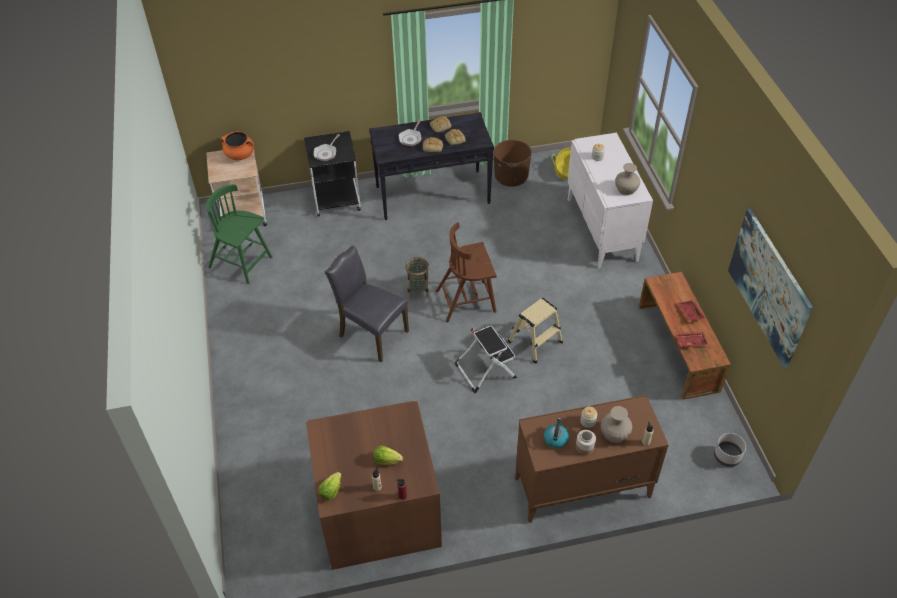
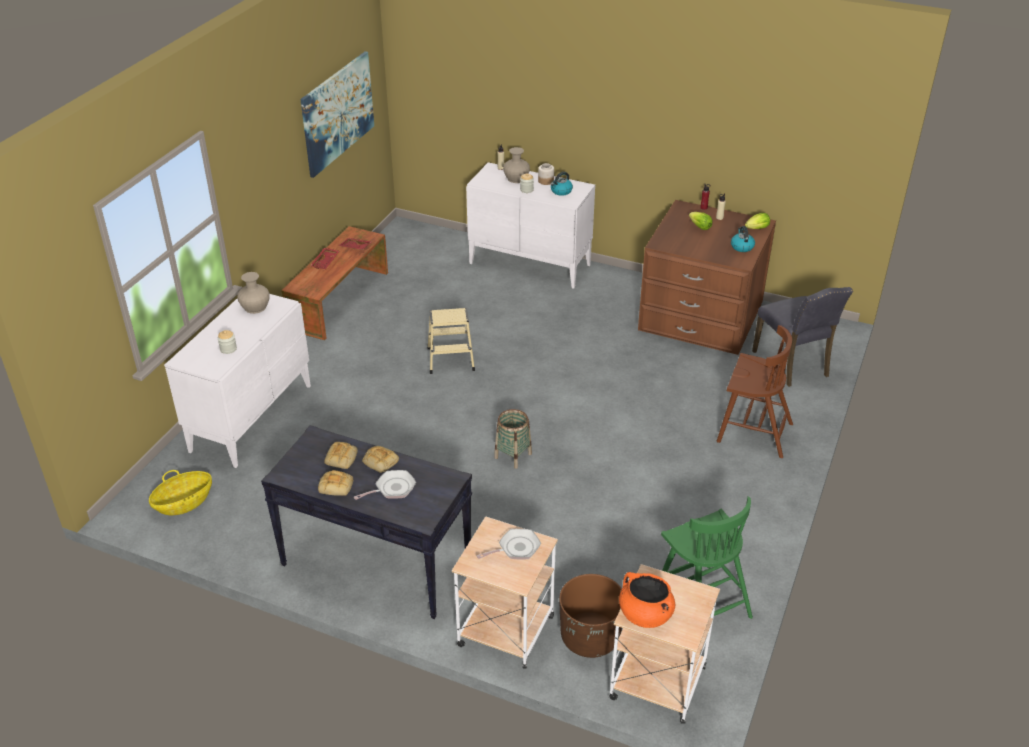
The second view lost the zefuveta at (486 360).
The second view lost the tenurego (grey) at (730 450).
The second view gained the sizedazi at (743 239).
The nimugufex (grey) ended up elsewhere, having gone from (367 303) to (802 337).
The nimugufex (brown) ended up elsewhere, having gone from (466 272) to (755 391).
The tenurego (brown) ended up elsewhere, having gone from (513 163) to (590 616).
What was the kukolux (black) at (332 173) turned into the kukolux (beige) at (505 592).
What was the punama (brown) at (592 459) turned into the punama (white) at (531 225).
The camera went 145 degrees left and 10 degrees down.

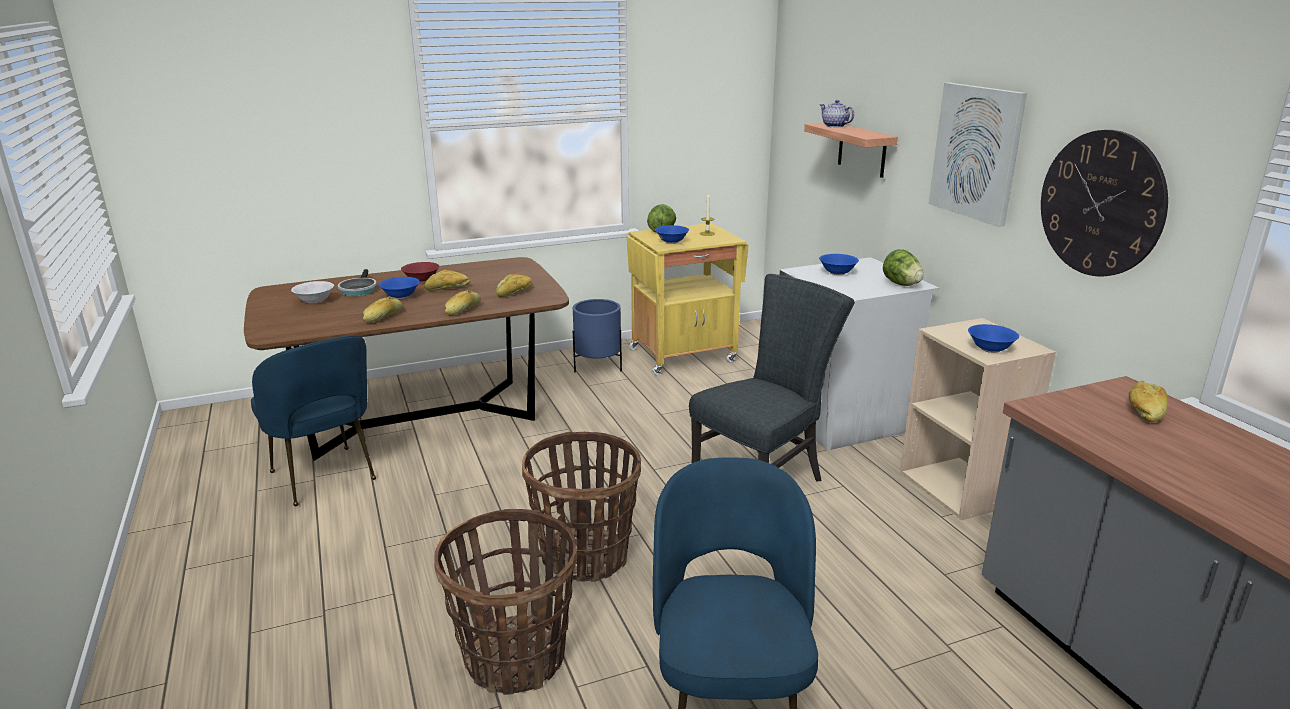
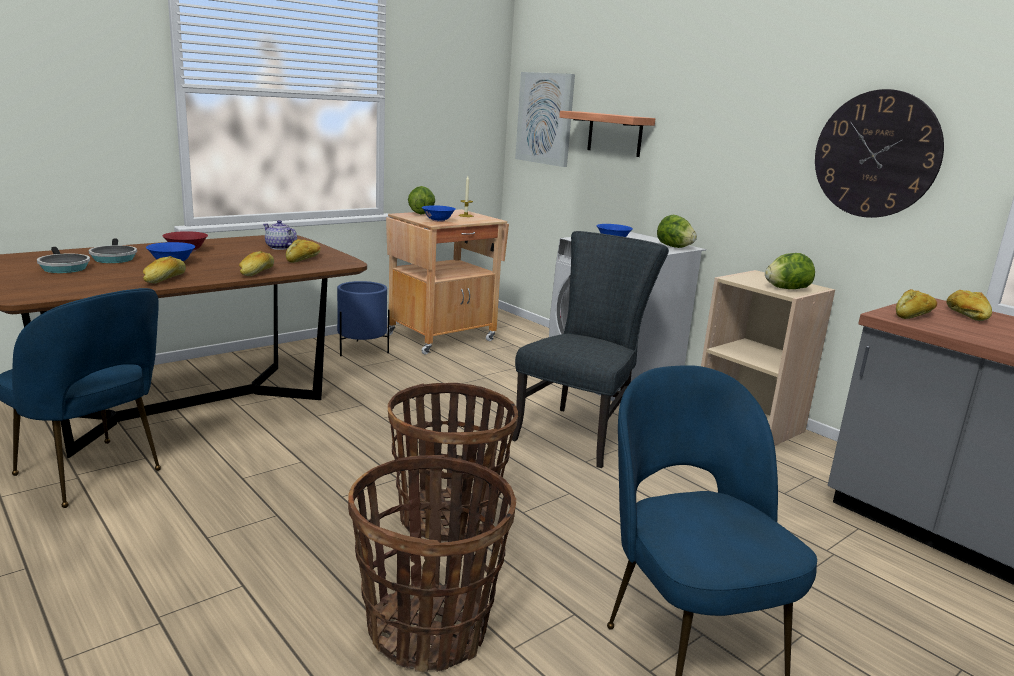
The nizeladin ended up elsewhere, having gone from (447 280) to (916 304).
The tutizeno ended up elsewhere, having gone from (837 113) to (280 235).
The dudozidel ended up elsewhere, having gone from (978 155) to (545 119).
Where the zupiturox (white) stood at (312 292), the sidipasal came to stand at (63 260).
Where the zupiturox (blue) stood at (993 338), the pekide came to stand at (790 271).
What was the kukolux (yellow) at (688 299) turned into the kukolux (brown) at (447 282).
The camera went 20 degrees left and 5 degrees down.

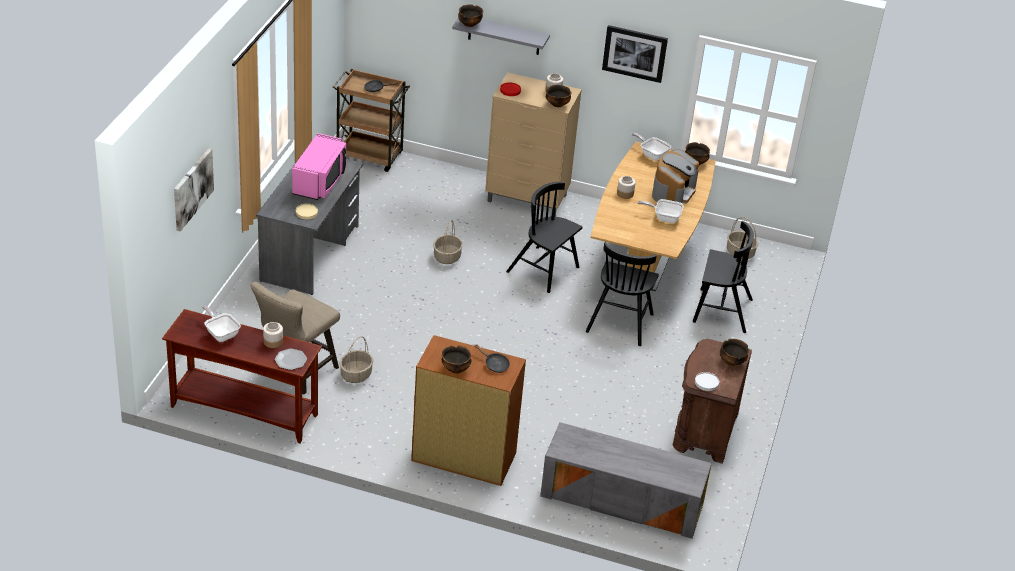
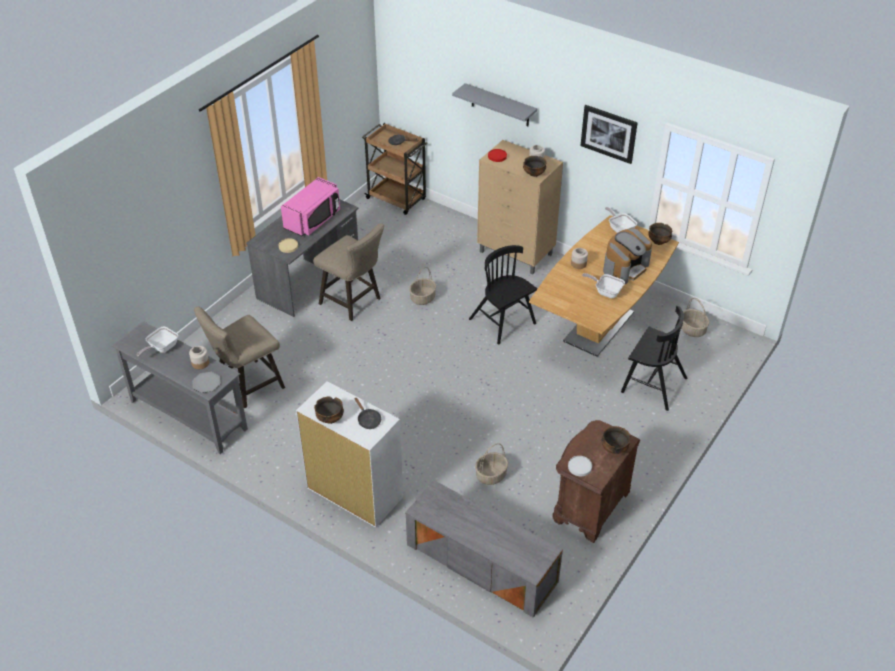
The second view lost the dudozidel at (194 190).
The second view lost the zupiturox at (470 15).
The second view lost the nimugufex (black) at (622 293).
The second view gained the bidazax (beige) at (348 272).
The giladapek ended up elsewhere, having gone from (356 359) to (491 464).
What was the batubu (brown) at (242 376) turned into the batubu (grey) at (180 387).
What was the punama (brown) at (468 410) turned into the punama (white) at (349 454).
The sidipasal at (221 323) ended up facing another way, 120 degrees counterclockwise from before.
The camera went 20 degrees right and 5 degrees up.

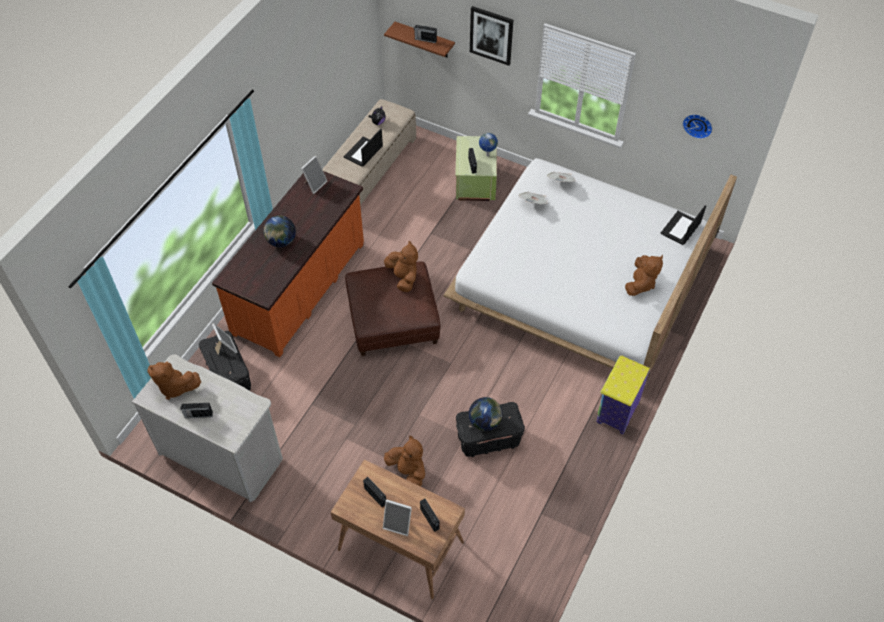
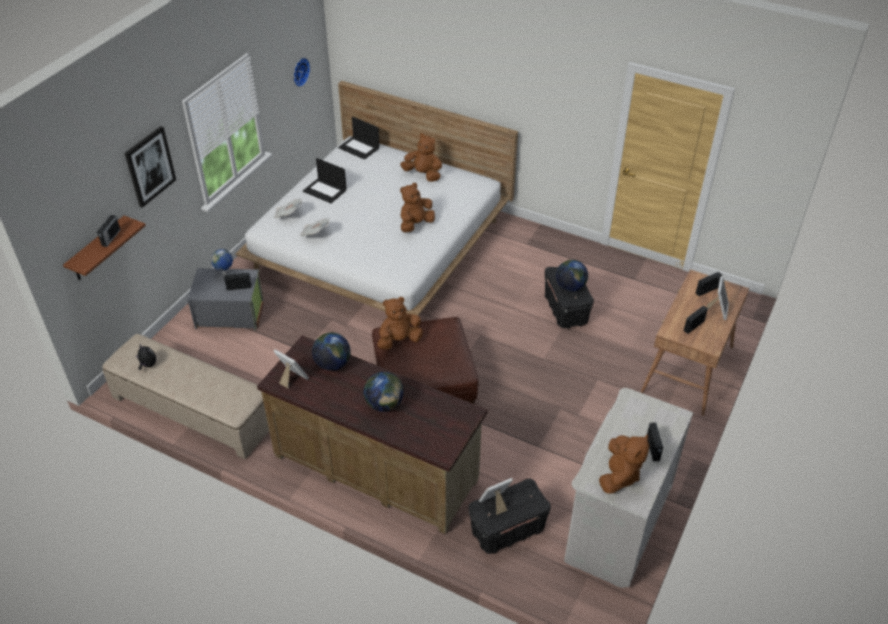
The second view lost the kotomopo at (623 395).
The second view gained the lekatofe at (331 351).
The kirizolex ended up elsewhere, having gone from (363 148) to (325 180).
The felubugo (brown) ended up elsewhere, having gone from (404 461) to (417 208).
What was the punama (orange) at (288 264) turned into the punama (beige) at (372 434).
What was the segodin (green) at (476 168) turned into the segodin (grey) at (225 299).
The camera went 90 degrees left and 10 degrees down.

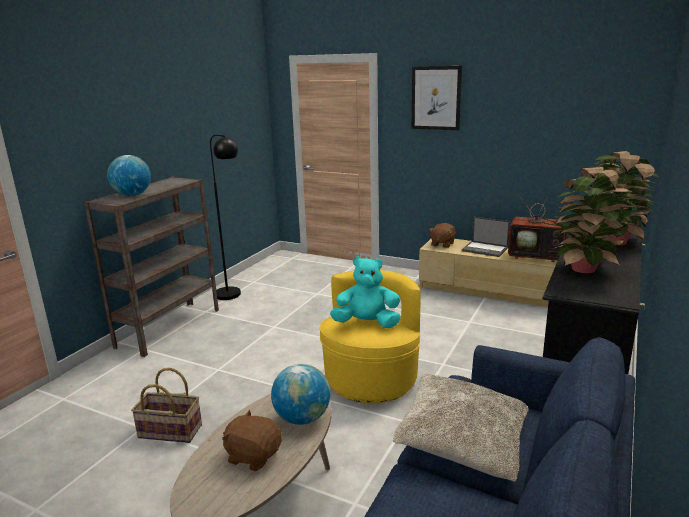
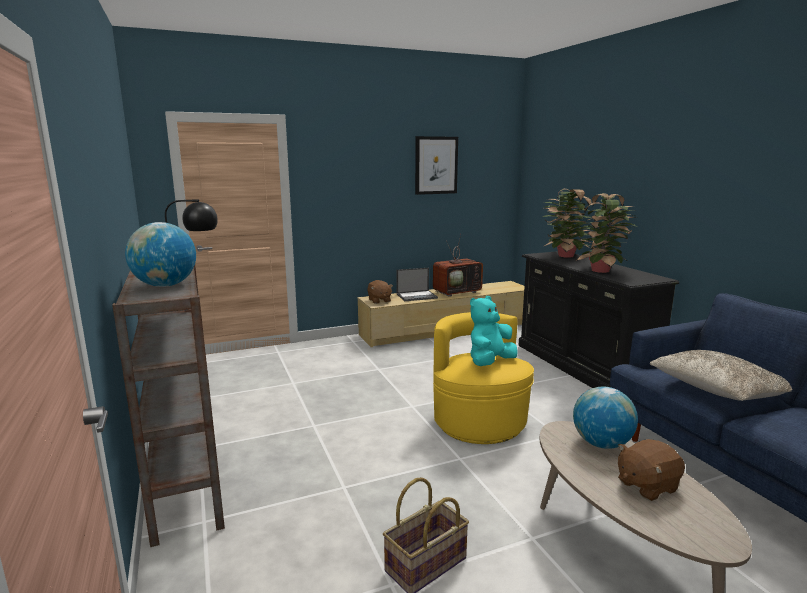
The dudozidel ended up elsewhere, having gone from (437 98) to (436 165).
The camera went 50 degrees left and 5 degrees down.

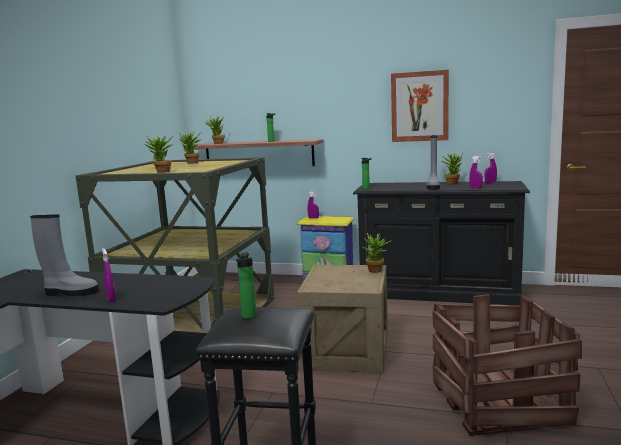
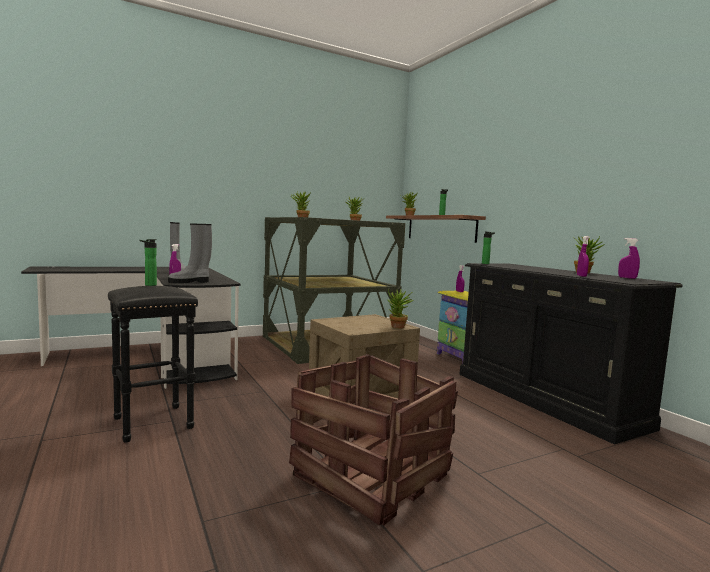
The second view lost the dudozidel at (420 106).
The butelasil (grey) ended up elsewhere, having gone from (433 162) to (190 253).
The camera went 45 degrees right and 5 degrees down.

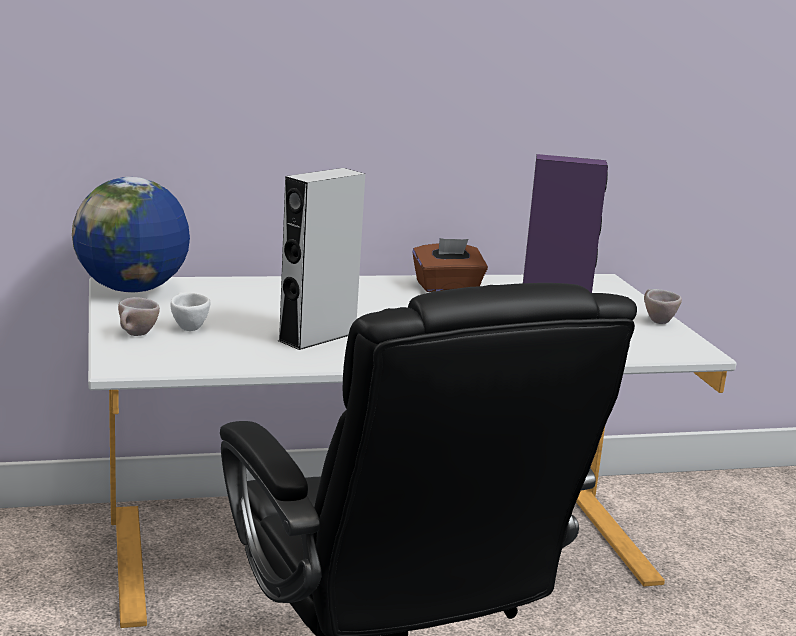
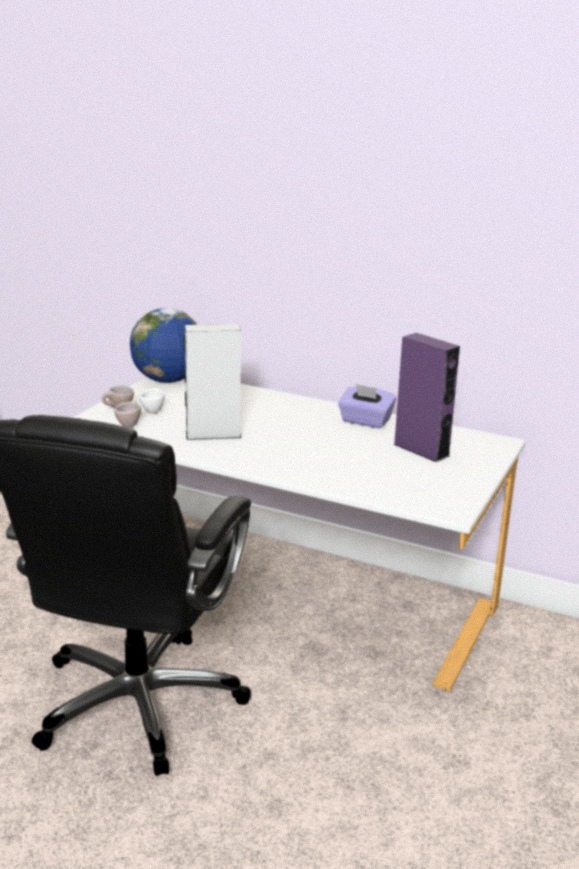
The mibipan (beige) ended up elsewhere, having gone from (663 306) to (127 414).
What was the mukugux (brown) at (450 265) turned into the mukugux (purple) at (367 406).
The camera went 40 degrees right and 5 degrees up.

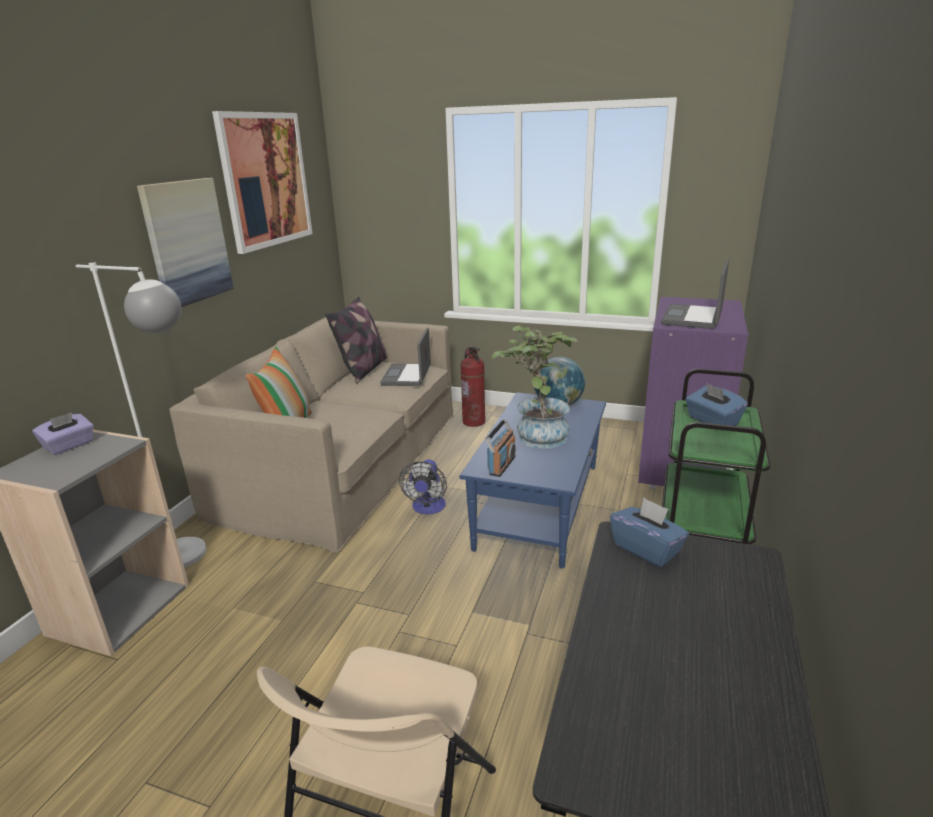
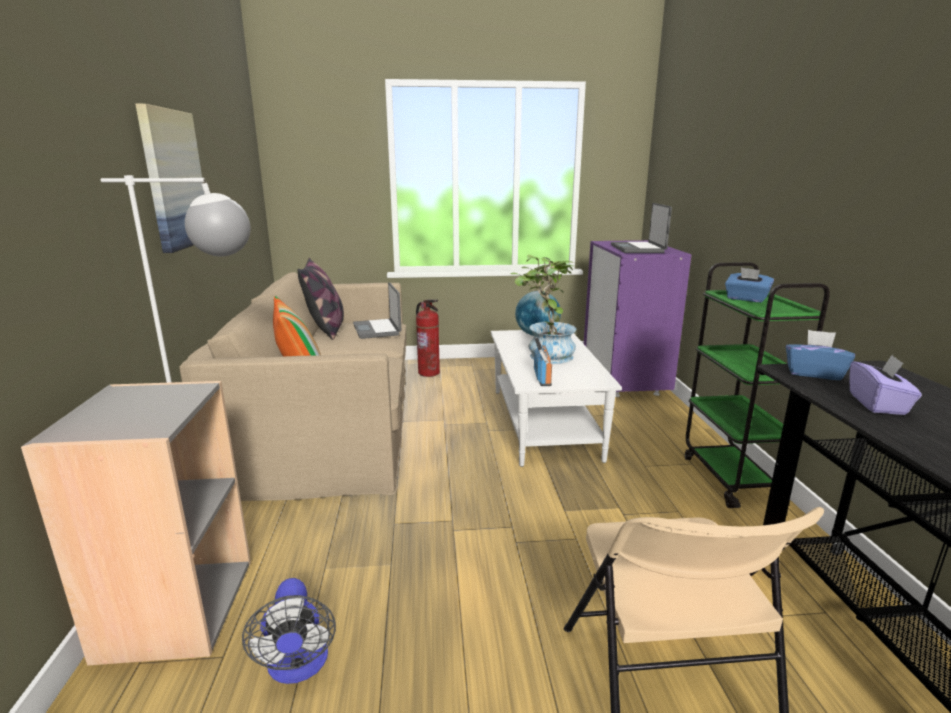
The second view lost the dudozidel at (262 182).
The mukugux (purple) ended up elsewhere, having gone from (63 433) to (885 385).
The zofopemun ended up elsewhere, having gone from (423 486) to (289 631).
What was the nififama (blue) at (532 481) turned into the nififama (white) at (556 398).
The camera went 25 degrees left and 5 degrees down.

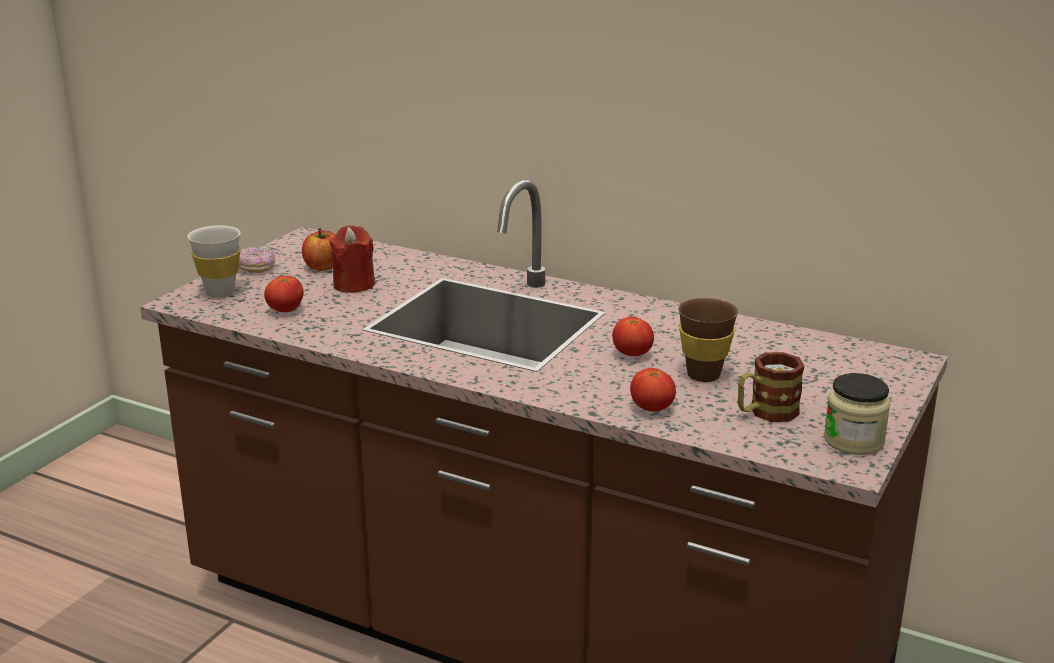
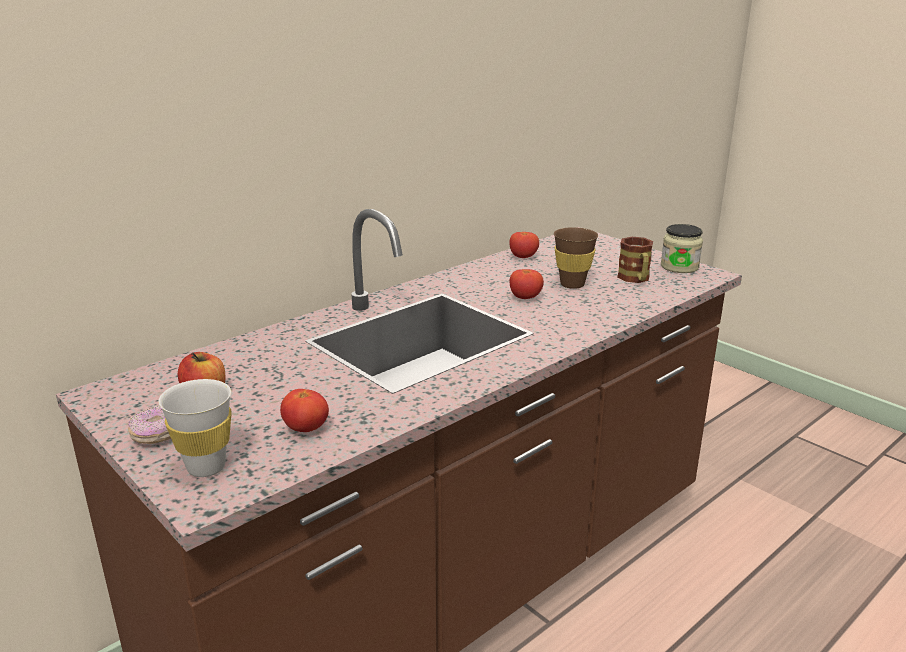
The second view lost the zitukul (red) at (352 259).
The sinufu ended up elsewhere, having gone from (653 389) to (524 245).
The camera went 70 degrees left and 0 degrees up.

